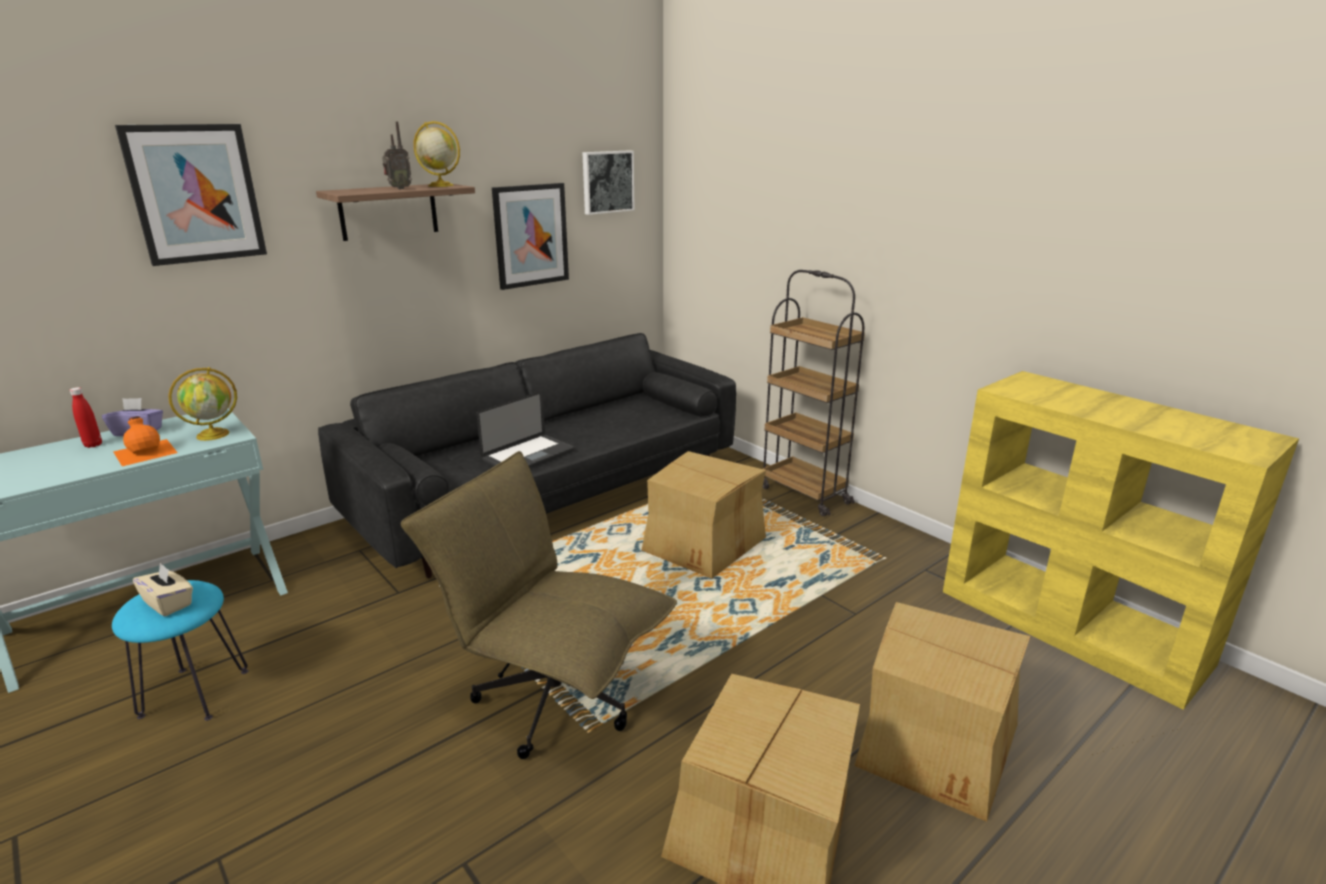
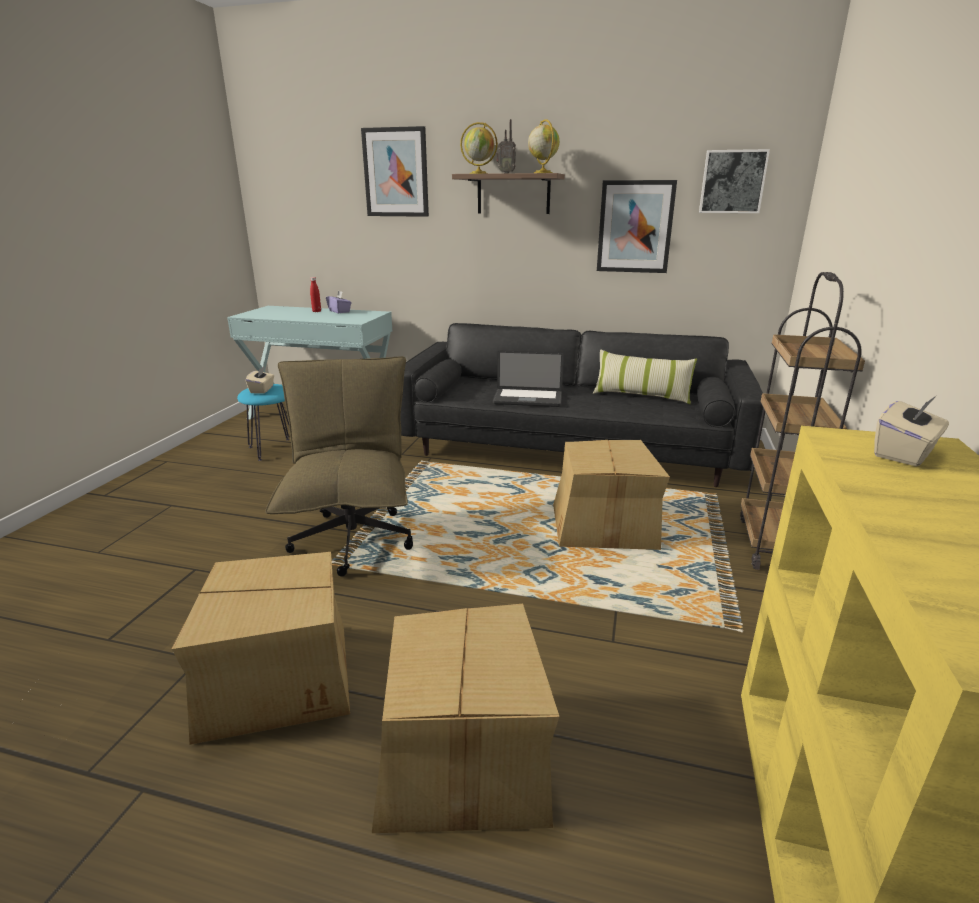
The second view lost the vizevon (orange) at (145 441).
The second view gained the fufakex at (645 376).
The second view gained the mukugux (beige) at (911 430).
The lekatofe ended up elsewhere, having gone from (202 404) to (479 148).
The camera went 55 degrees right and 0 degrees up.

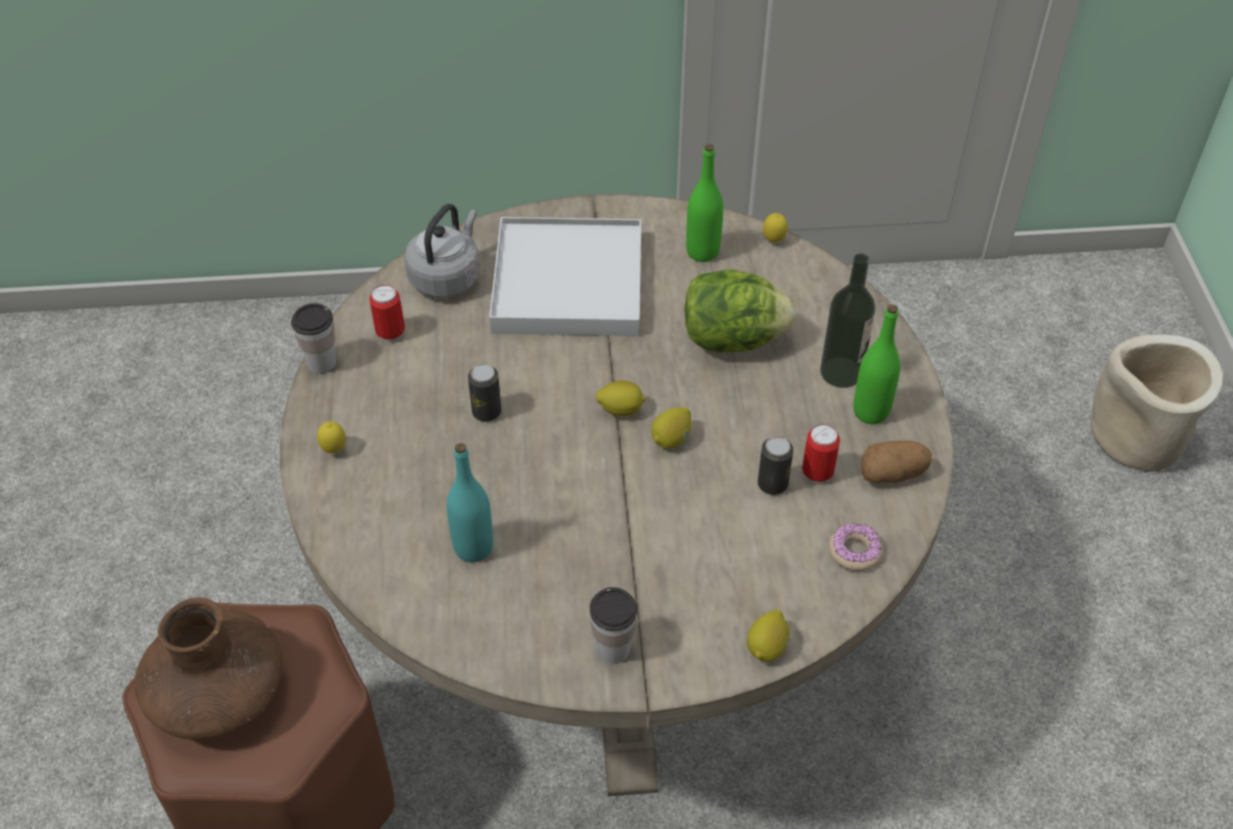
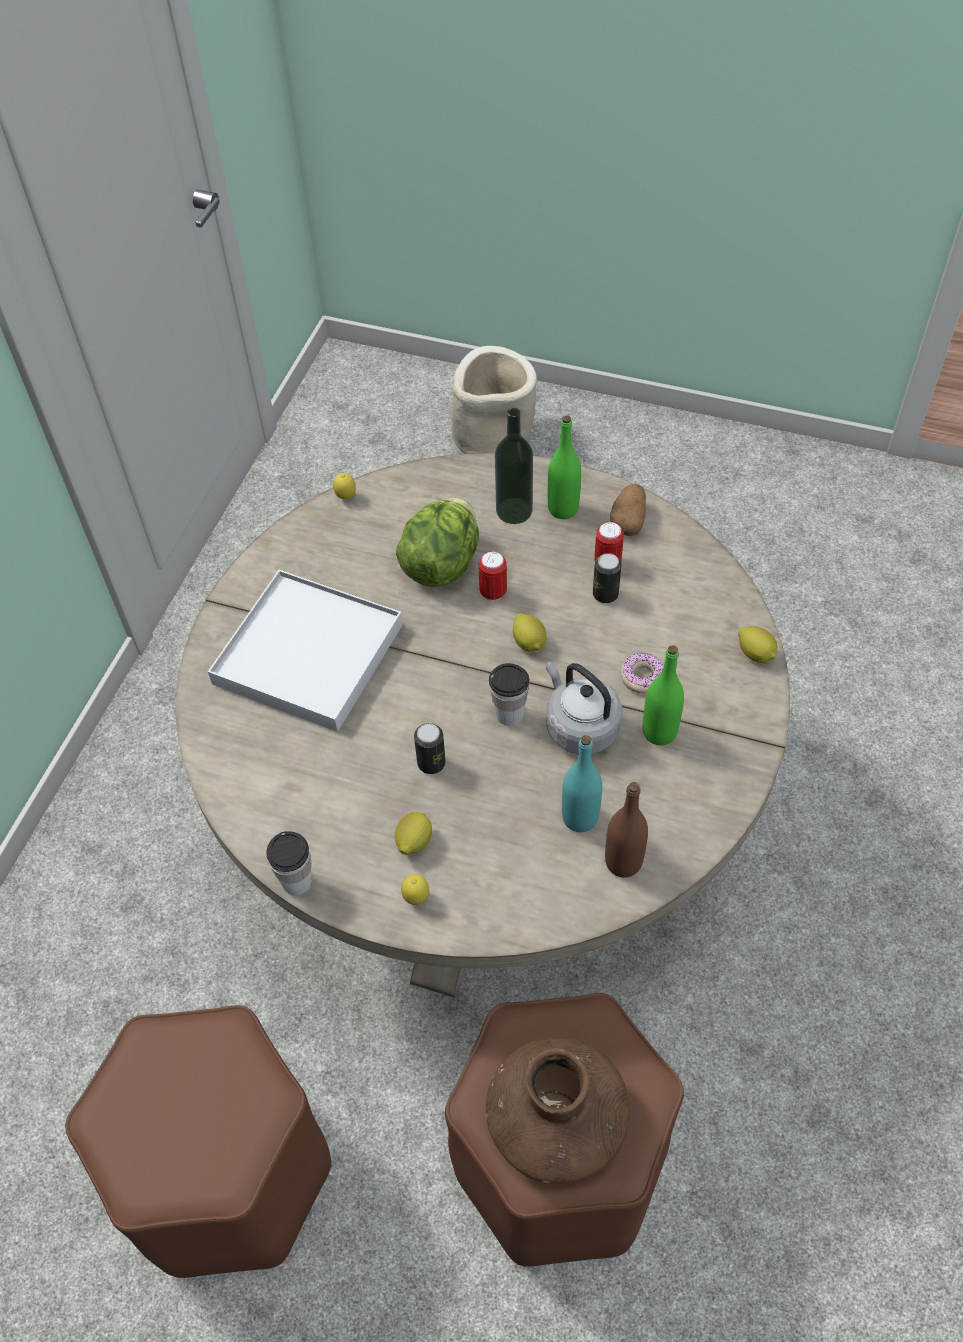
The second view gained the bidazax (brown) at (198 1141).
The second view gained the vizevon (brown) at (626 830).
The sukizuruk ended up elsewhere, having gone from (387 313) to (493 576).
The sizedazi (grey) ended up elsewhere, having gone from (442 251) to (584 707).
The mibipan ended up elsewhere, having gone from (613 625) to (509 694).
The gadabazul ended up elsewhere, having gone from (621 398) to (413 833).
The vizevon (green) ended up elsewhere, having gone from (704 203) to (663 695).
The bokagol ended up elsewhere, having gone from (856 547) to (642 673).
The camera went 65 degrees left and 5 degrees up.

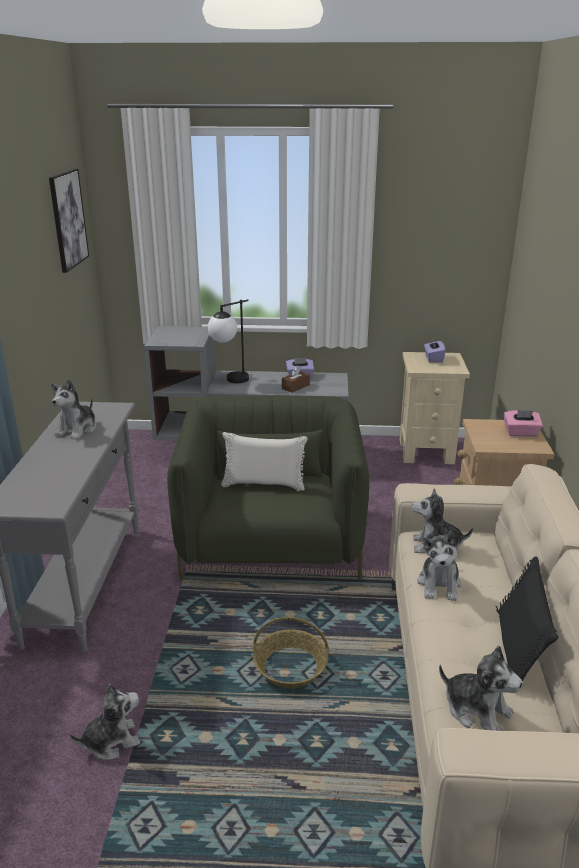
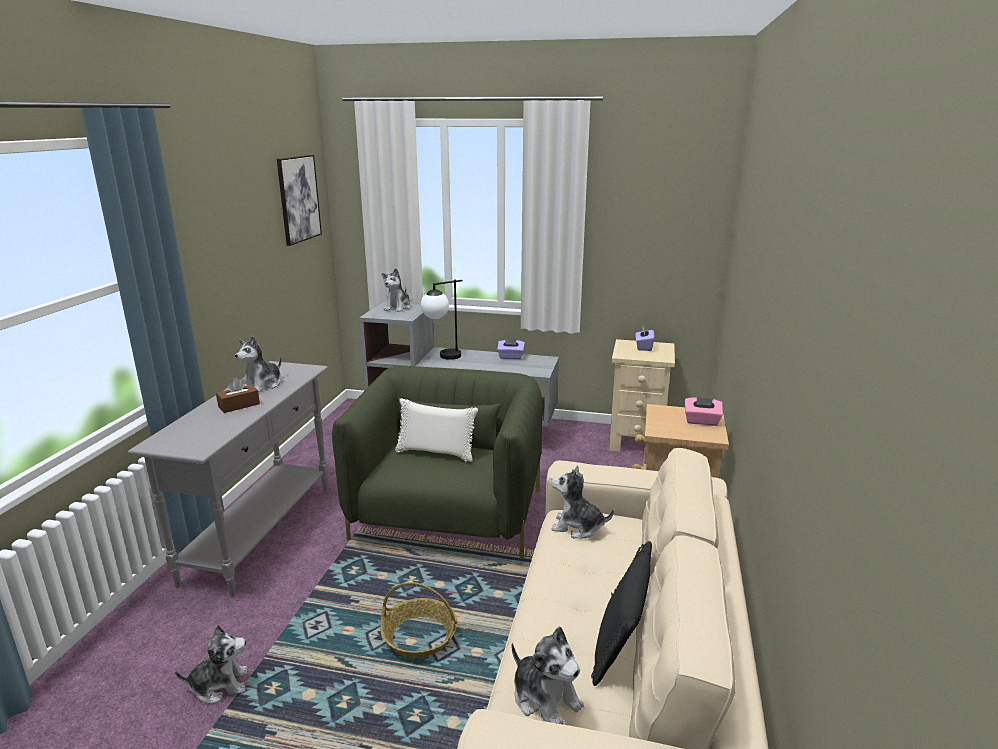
The mukugux (brown) ended up elsewhere, having gone from (296 379) to (238 395).
The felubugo ended up elsewhere, having gone from (439 566) to (396 290).
The camera went 10 degrees right and 5 degrees down.

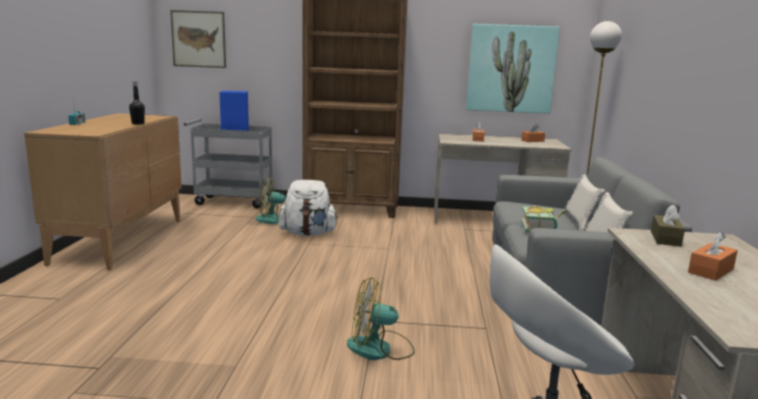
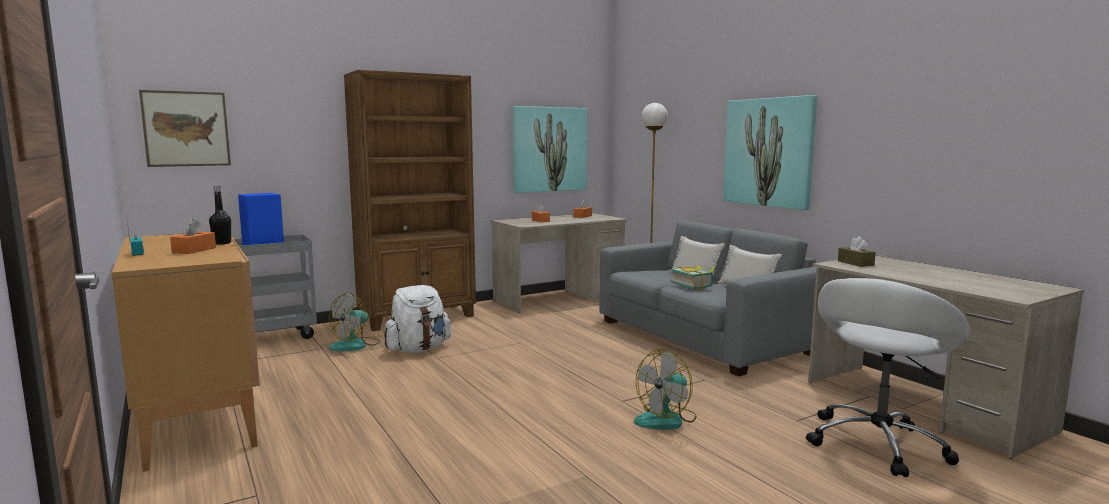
The second view gained the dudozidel at (770 152).
The mukugux (orange) ended up elsewhere, having gone from (713 256) to (193 236).
The camera went 35 degrees left and 5 degrees down.

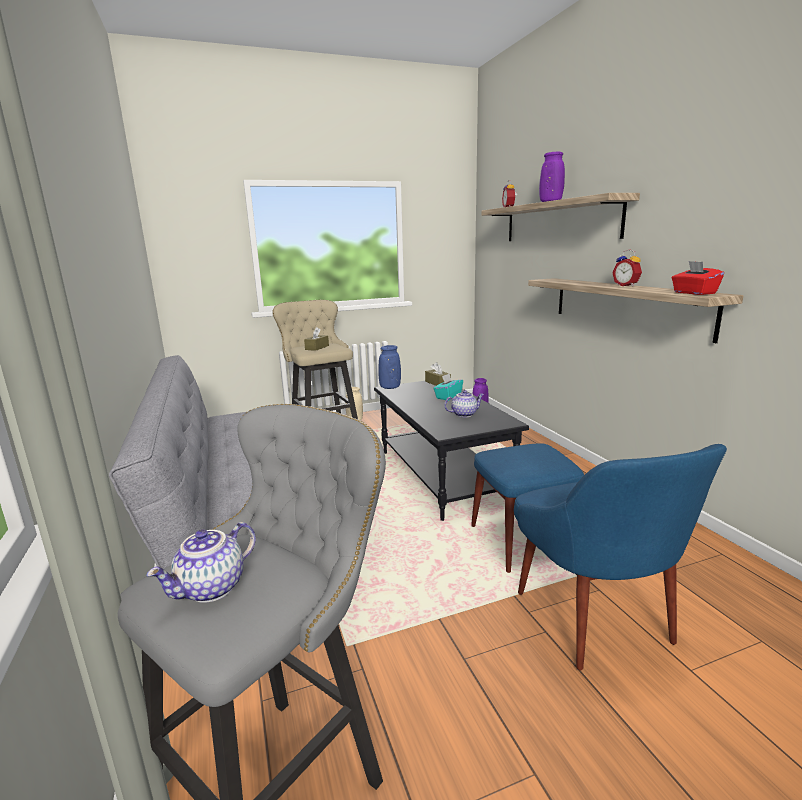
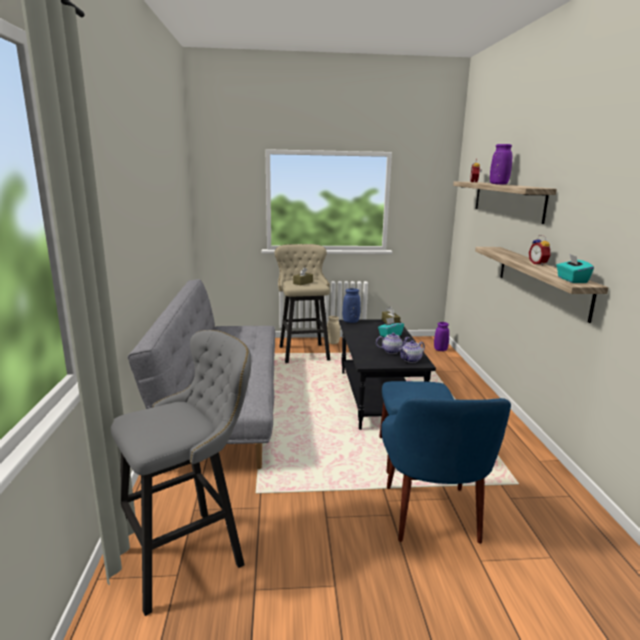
The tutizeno ended up elsewhere, having gone from (201 562) to (412 351).
What was the mukugux (red) at (698 278) turned into the mukugux (turquoise) at (575 268).
The camera went 15 degrees right and 0 degrees up.

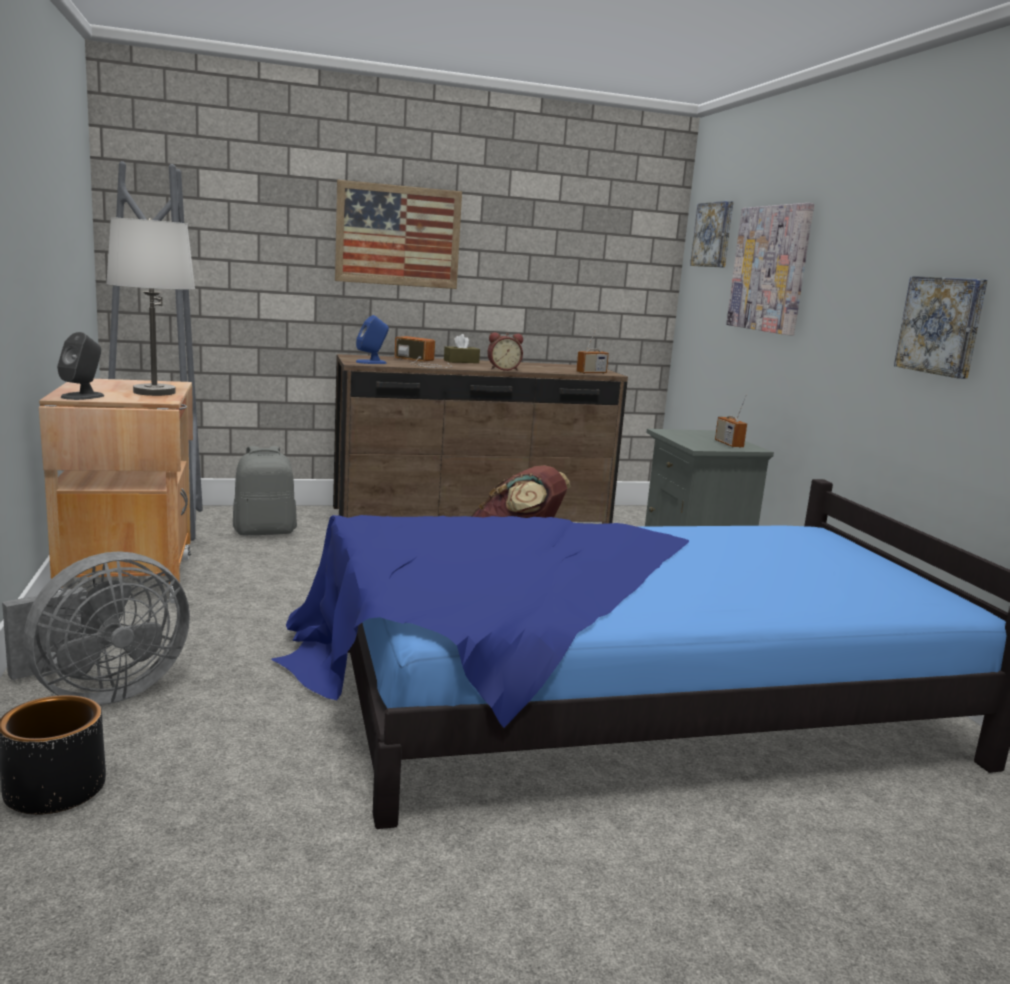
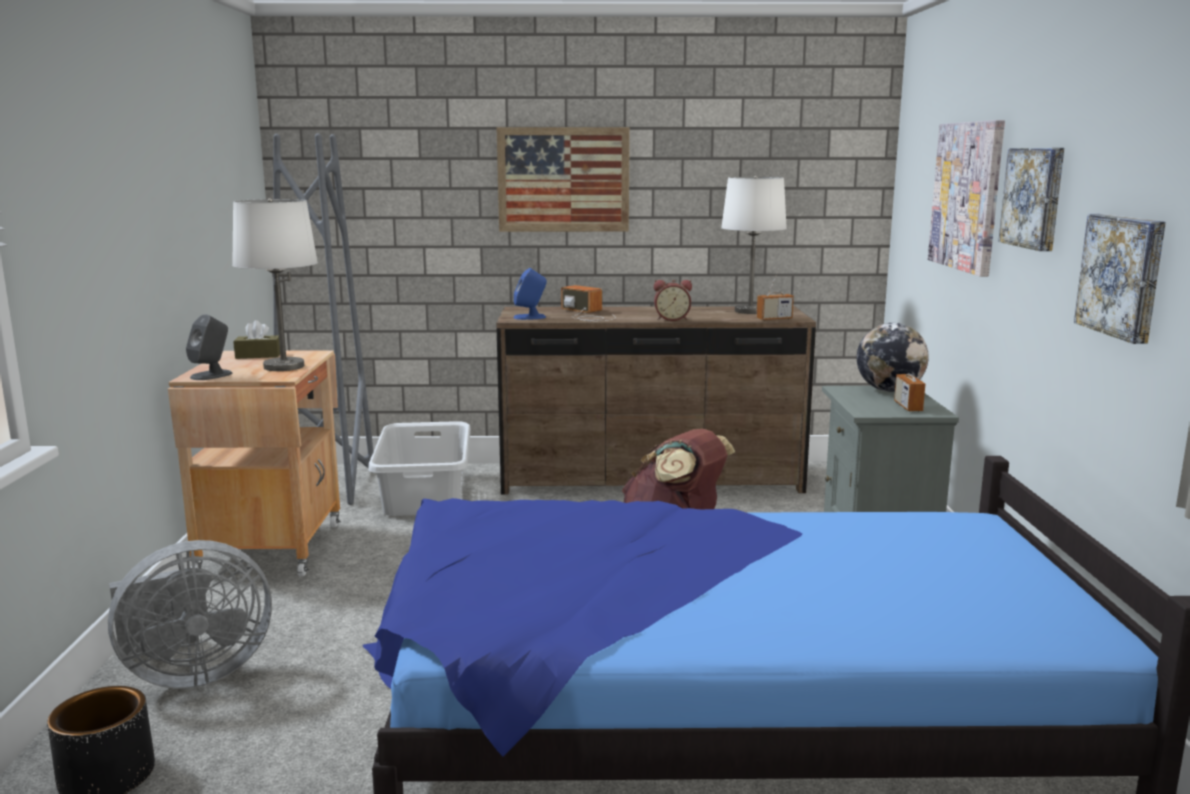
The second view gained the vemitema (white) at (754 245).
The second view gained the lekatofe at (893 357).
The mukugux (brown) ended up elsewhere, having gone from (462 348) to (256 339).
The dudozidel ended up elsewhere, having gone from (712 234) to (1031 199).
Where the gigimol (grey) stood at (265 490), the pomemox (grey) came to stand at (419 468).
The camera went 15 degrees right and 0 degrees up.

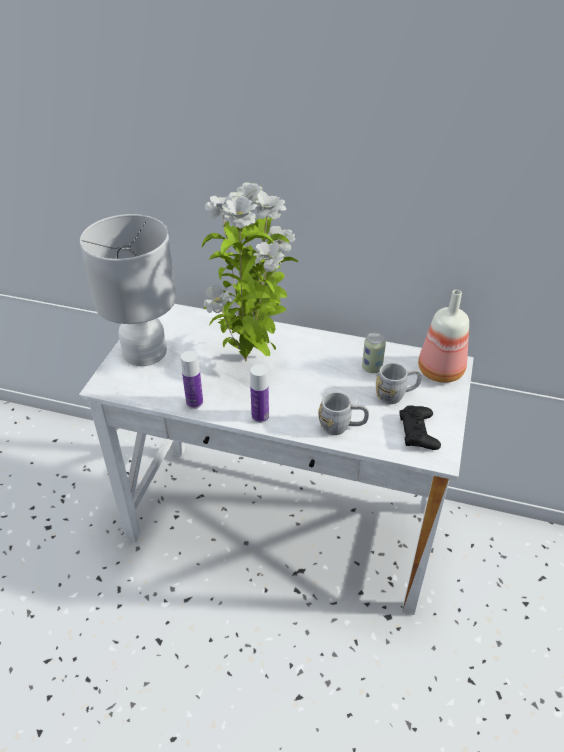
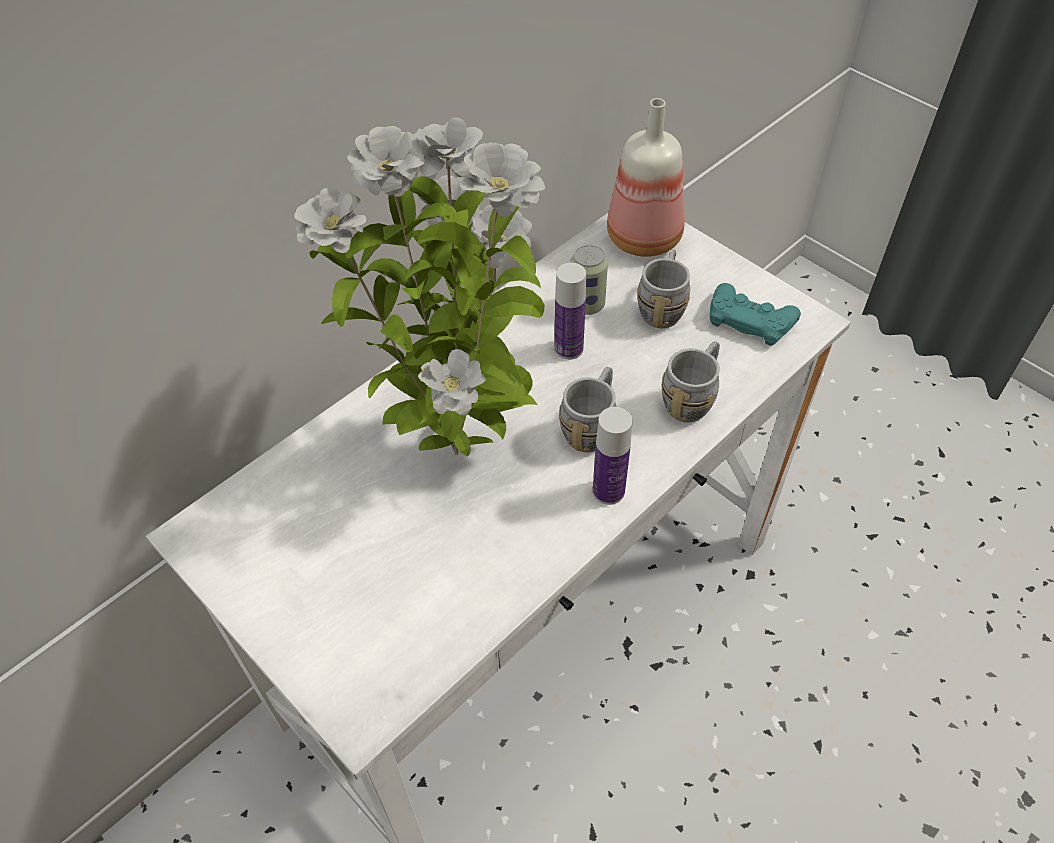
The second view lost the vemitema (grey) at (128 290).
The second view gained the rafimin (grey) at (587 409).
The vizevon ended up elsewhere, having gone from (192 380) to (570 311).
What was the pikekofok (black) at (420 427) turned into the pikekofok (turquoise) at (755 314).
The camera went 60 degrees left and 10 degrees up.

